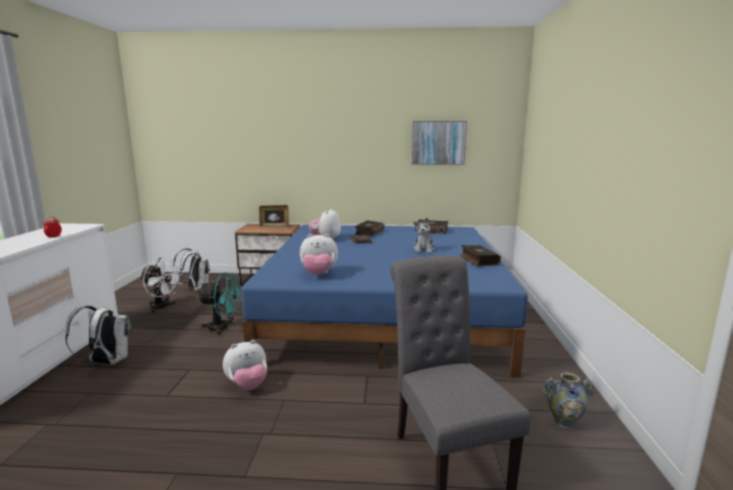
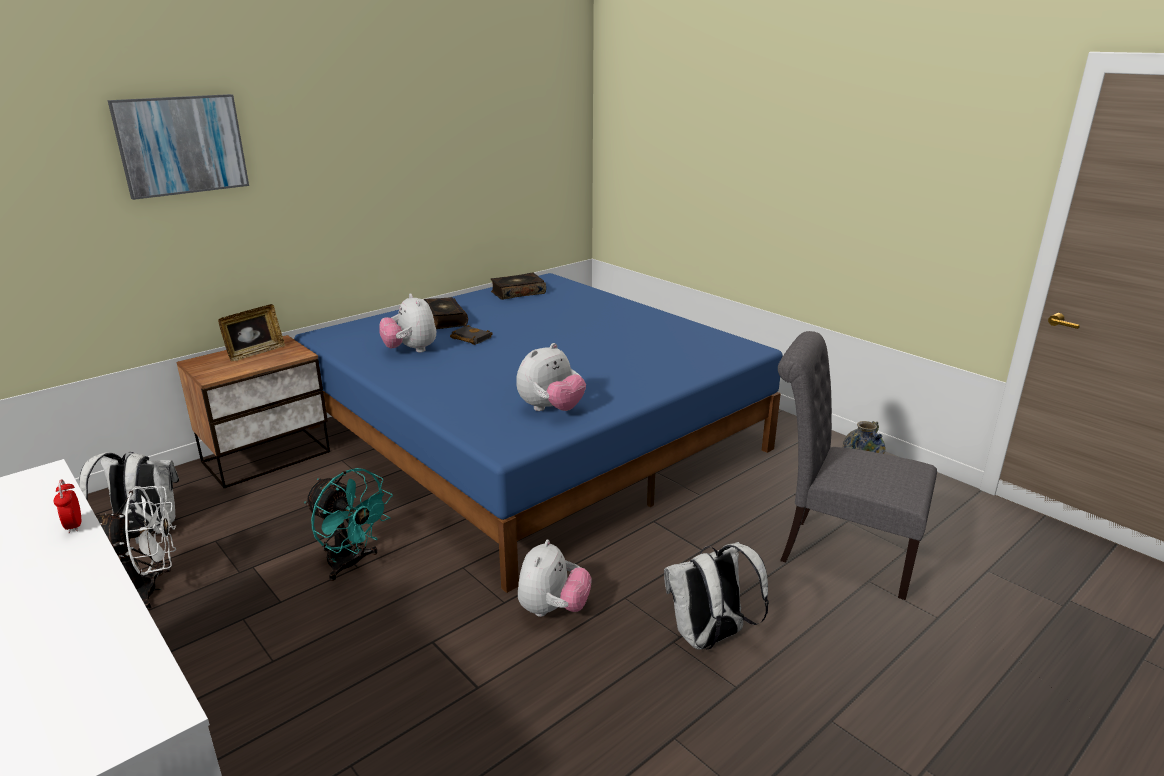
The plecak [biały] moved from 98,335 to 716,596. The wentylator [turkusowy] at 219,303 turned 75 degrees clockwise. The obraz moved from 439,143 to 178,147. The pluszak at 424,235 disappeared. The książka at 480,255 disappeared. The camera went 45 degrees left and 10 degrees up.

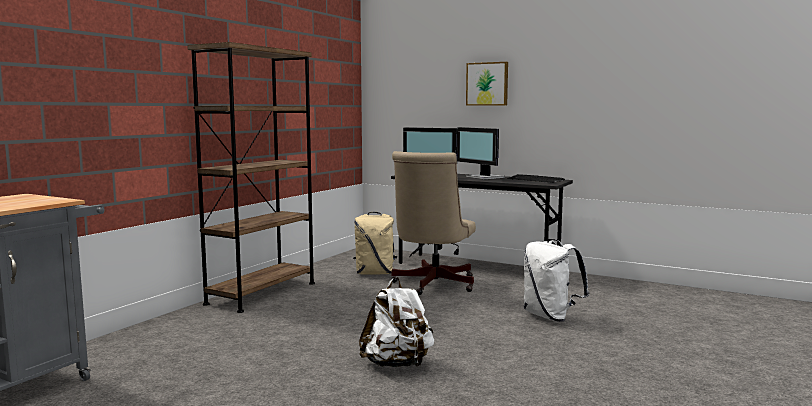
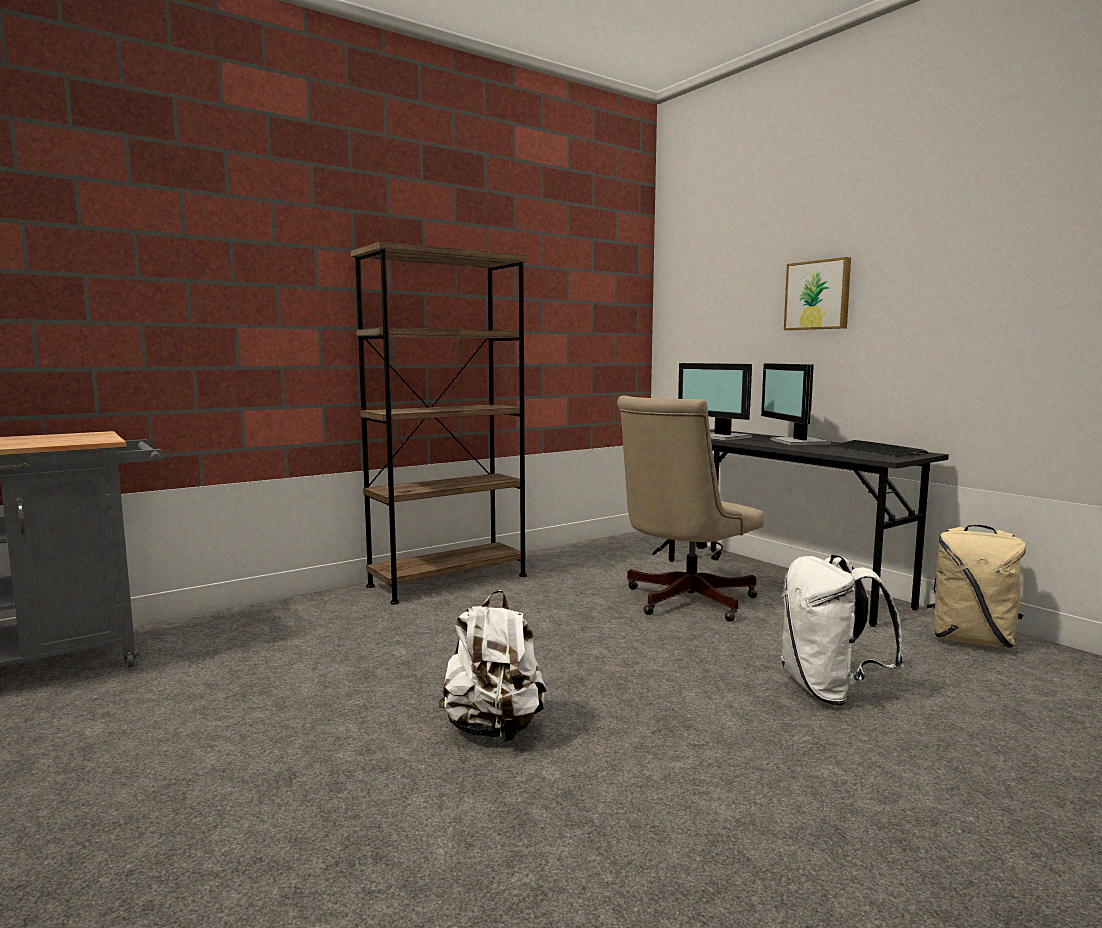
The plecak [beżowy] moved from 375,243 to 976,586. The camera went 25 degrees right and 0 degrees up.

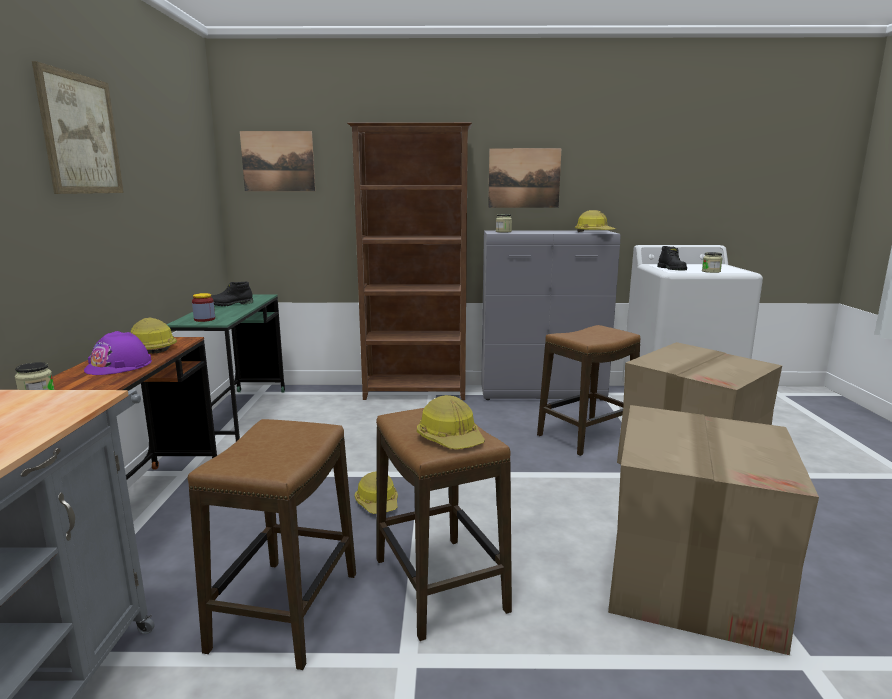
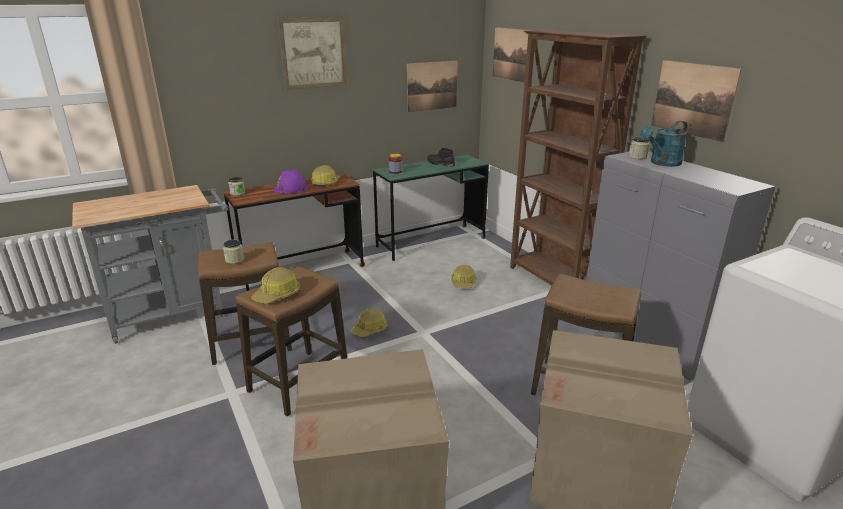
The kask moved from 595,221 to 464,277. The but z cholewką [czarny] at 672,258 disappeared. The słoik moved from 712,262 to 233,251. The obraz at 432,86 appeared. The konewka [turkusowy] at 663,144 appeared. The camera went 60 degrees right and 10 degrees up.

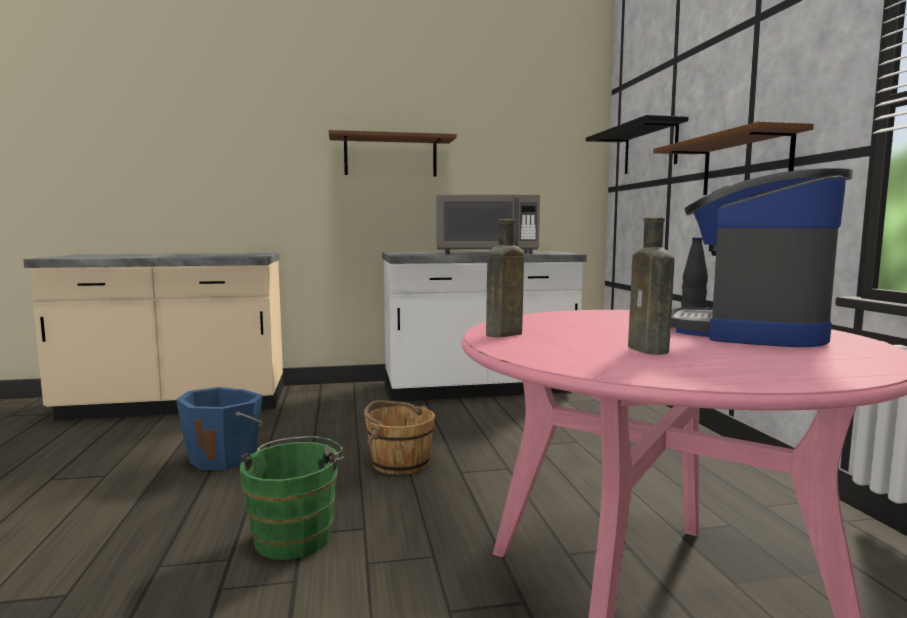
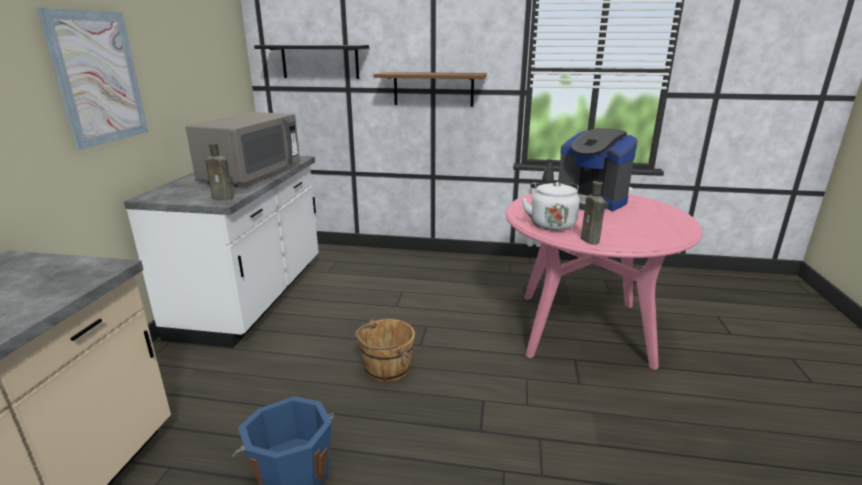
The wiadro [zielony] at 292,498 disappeared. The półka [brązowy] at 393,153 was replaced by the obraz at 92,79. The butelka [brązowy] moved from 651,286 to 219,171. The czajnik [biały] at 551,206 appeared. The camera went 70 degrees left and 15 degrees up.

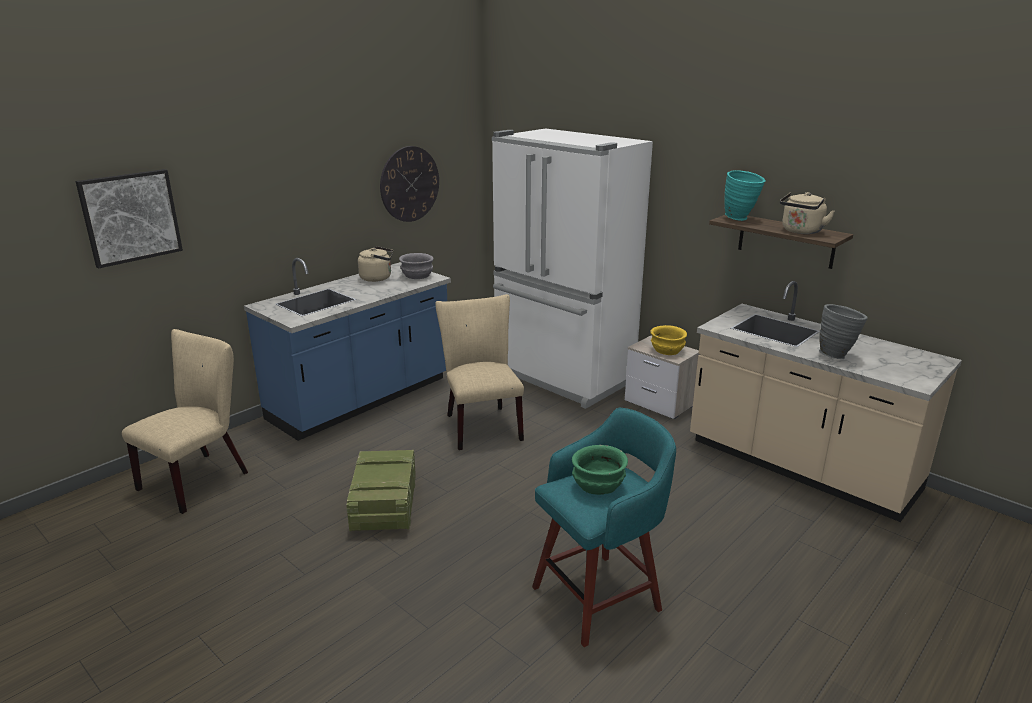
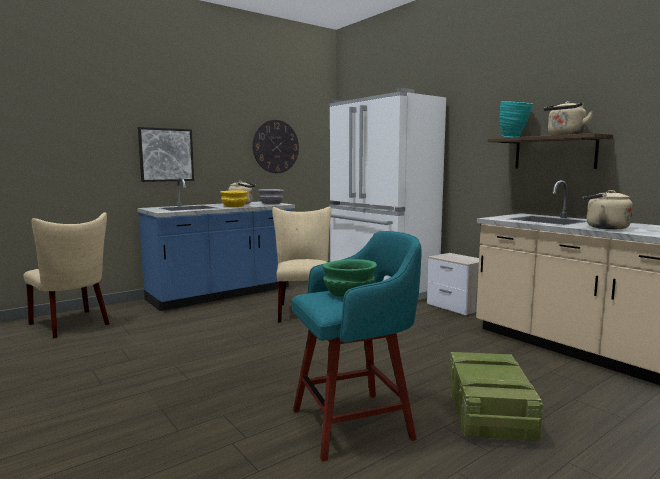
The obraz moved from 129,219 to 166,154. The krzesło [beżowy] at 185,421 turned 90 degrees clockwise. The skrzynka moved from 381,490 to 496,396. The miska [żółty] moved from 668,340 to 234,198. The wazon [szary] at 843,331 was replaced by the czajnik [beżowy] at 607,209. The camera went 10 degrees right and 15 degrees down.

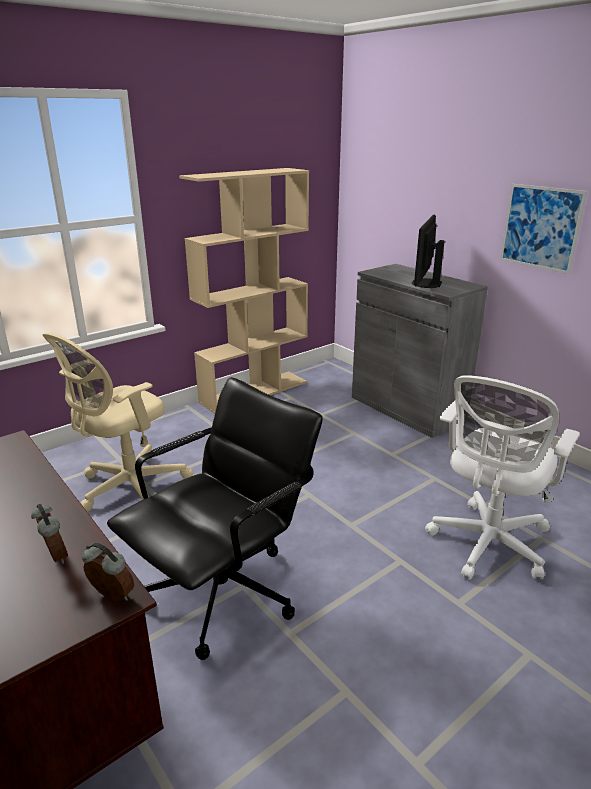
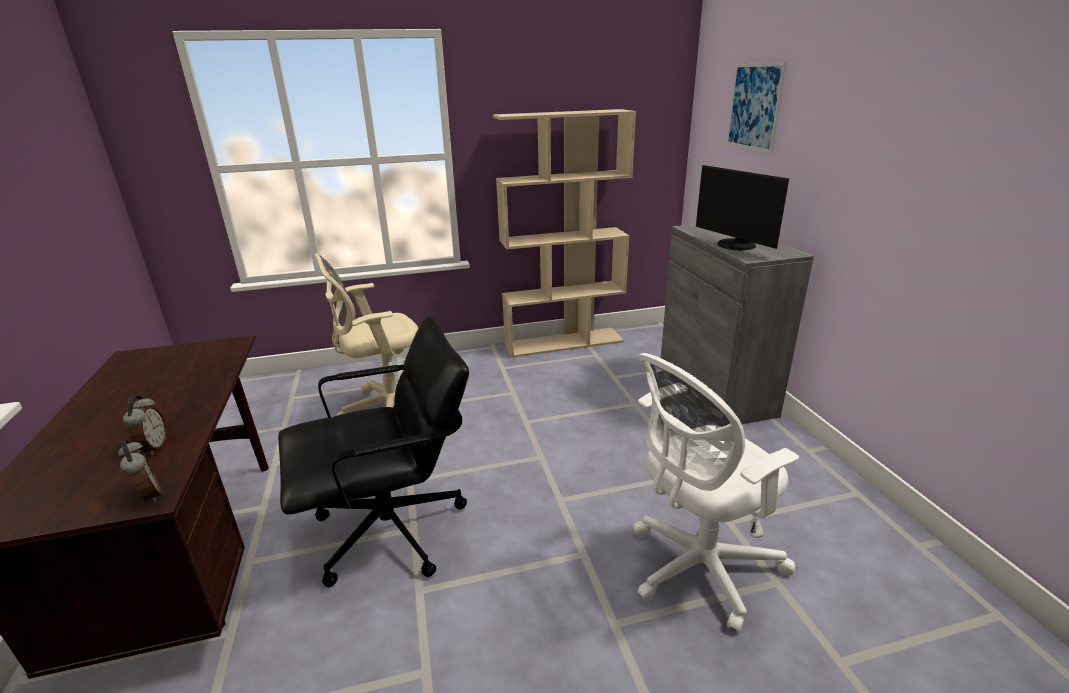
The monitor at 428,251 turned 75 degrees counterclockwise. The obraz moved from 543,229 to 756,108. The camera went 25 degrees right and 0 degrees up.

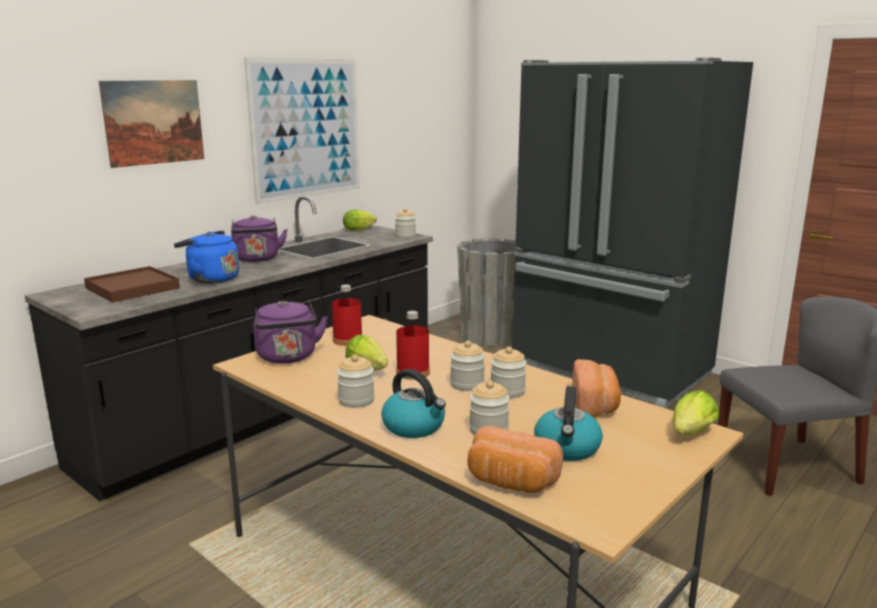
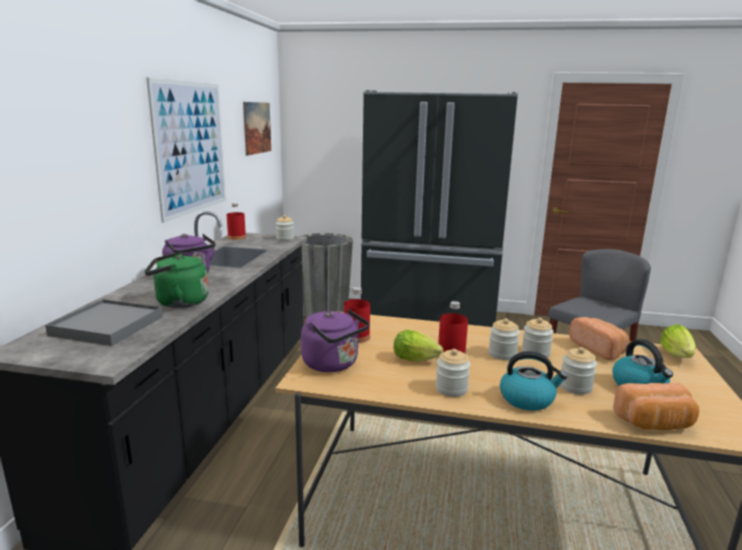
The taca [brązowy] at 132,284 became the taca [szary] at 104,322. The obraz moved from 151,124 to 257,129. The czajnik [niebieski] at 206,257 became the czajnik [zielony] at 176,280. The sałata at 360,220 was replaced by the butelka [czerwony] at 236,221. The camera went 30 degrees left and 0 degrees up.

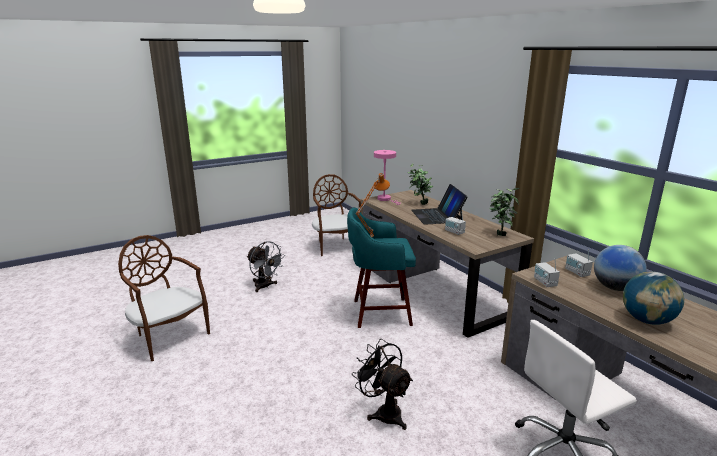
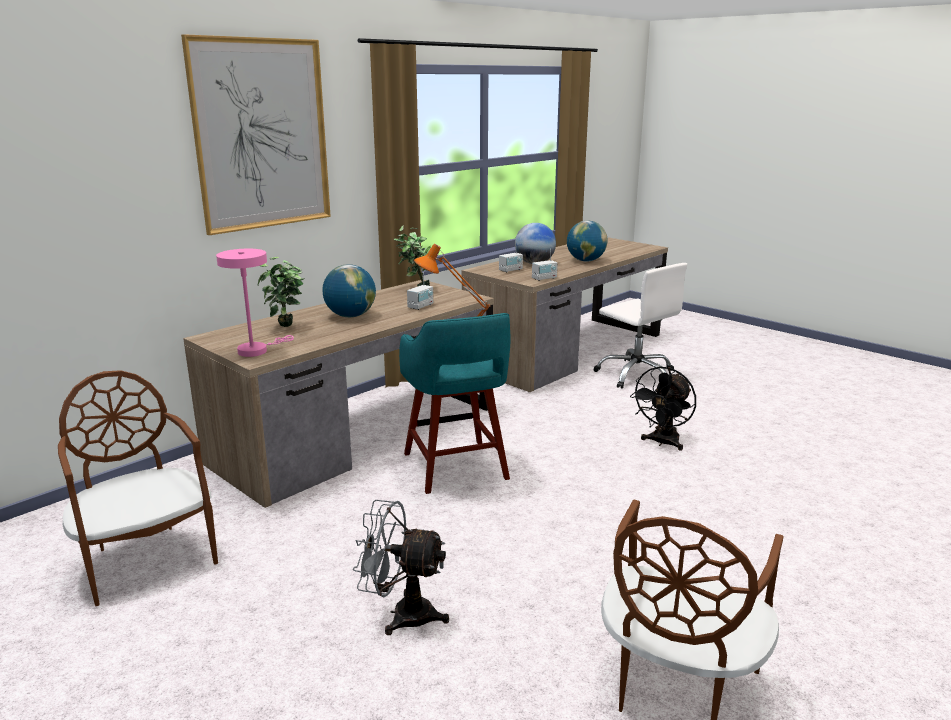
The wentylator [szary] at 265,266 turned 105 degrees counterclockwise. The krzesło [brązowy] at 336,215 turned 90 degrees clockwise. The laptop at 439,204 was replaced by the globus at 349,290. The obraz at 256,134 appeared. The camera went 105 degrees left and 0 degrees up.

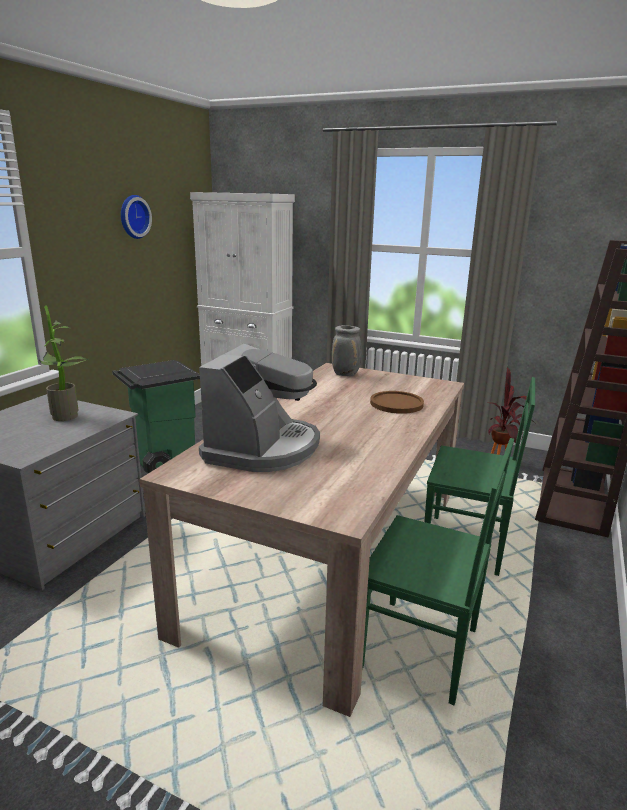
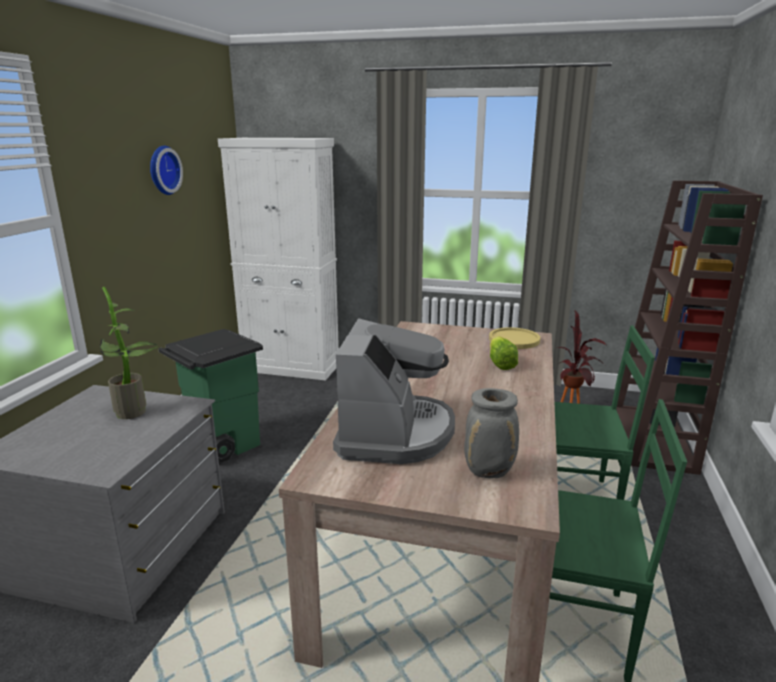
The wazon [szary] moved from 347,350 to 491,433. The talerz [brązowy] at 397,402 was replaced by the sałata at 504,353. The talerz [żółty] at 514,338 appeared. The camera went 10 degrees left and 0 degrees up.

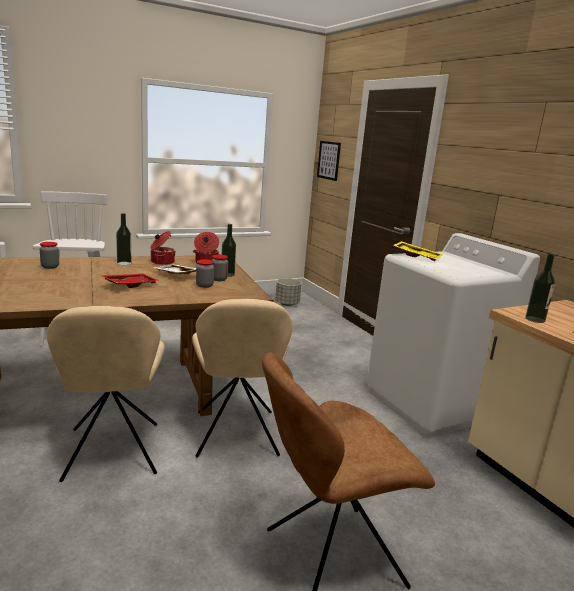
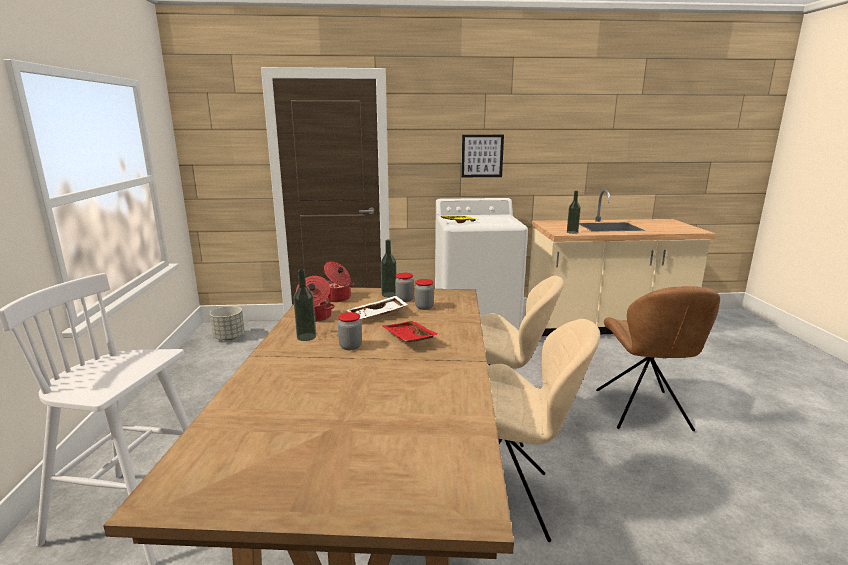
The słoik moved from 49,255 to 350,331. The obraz moved from 329,161 to 482,156. The camera went 65 degrees left and 0 degrees up.

